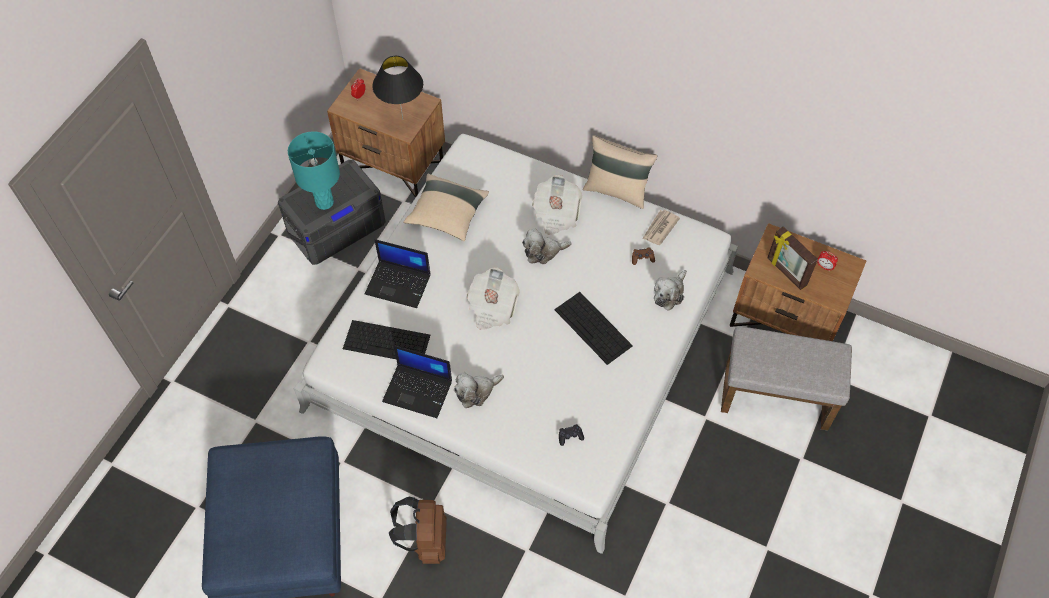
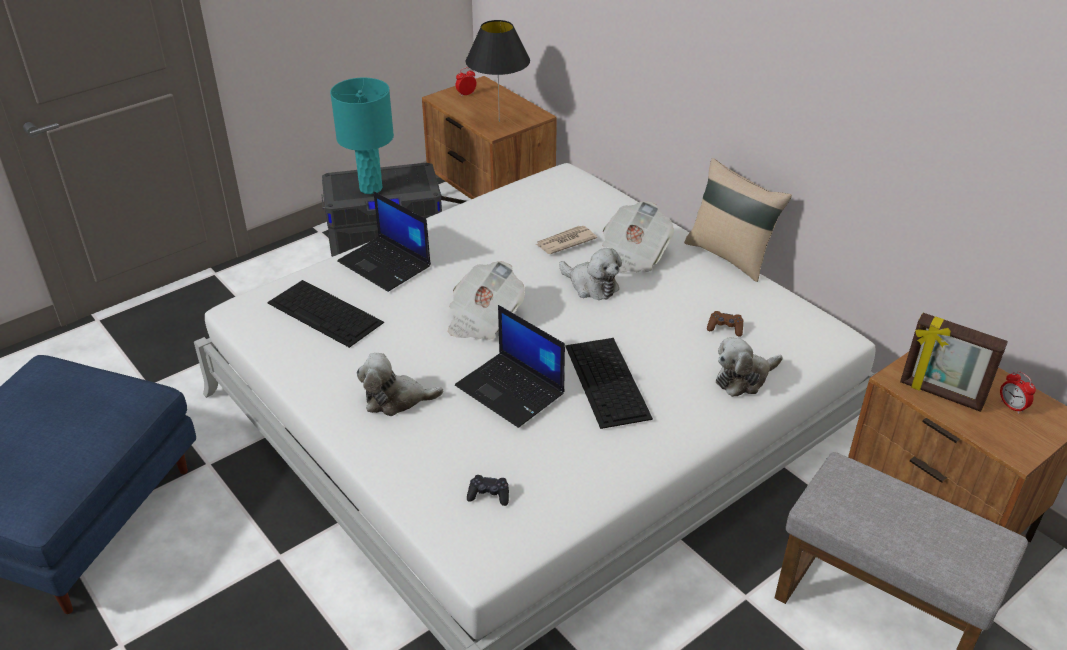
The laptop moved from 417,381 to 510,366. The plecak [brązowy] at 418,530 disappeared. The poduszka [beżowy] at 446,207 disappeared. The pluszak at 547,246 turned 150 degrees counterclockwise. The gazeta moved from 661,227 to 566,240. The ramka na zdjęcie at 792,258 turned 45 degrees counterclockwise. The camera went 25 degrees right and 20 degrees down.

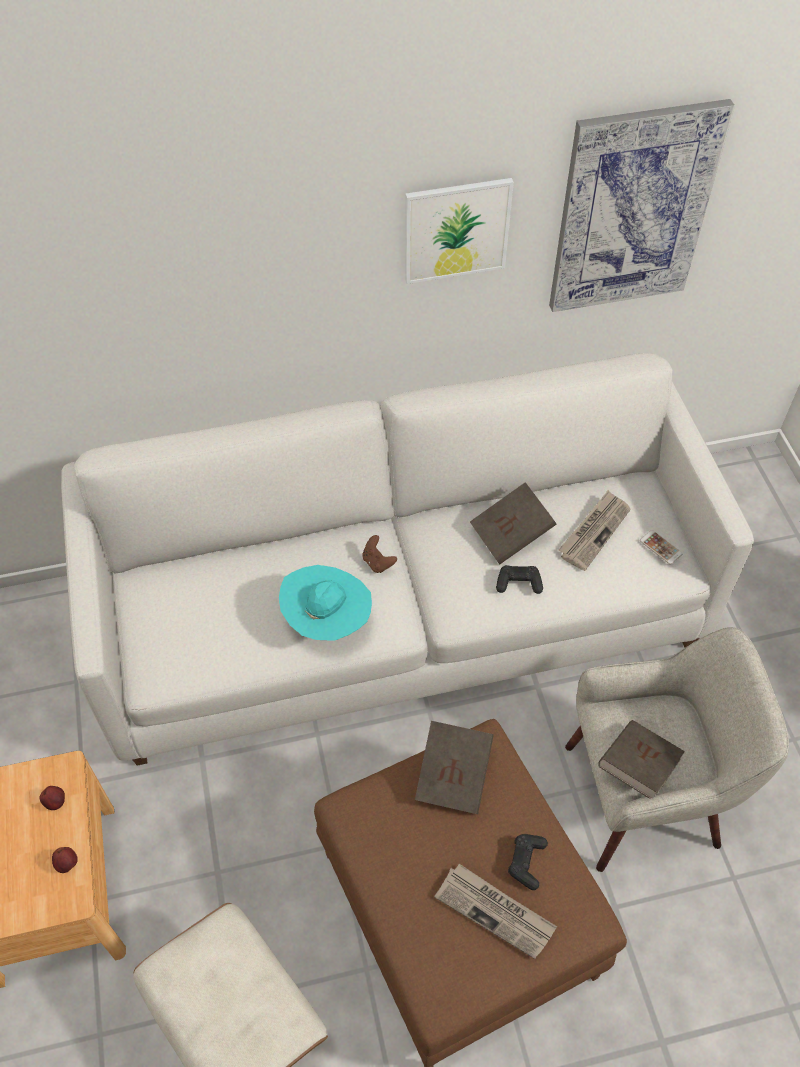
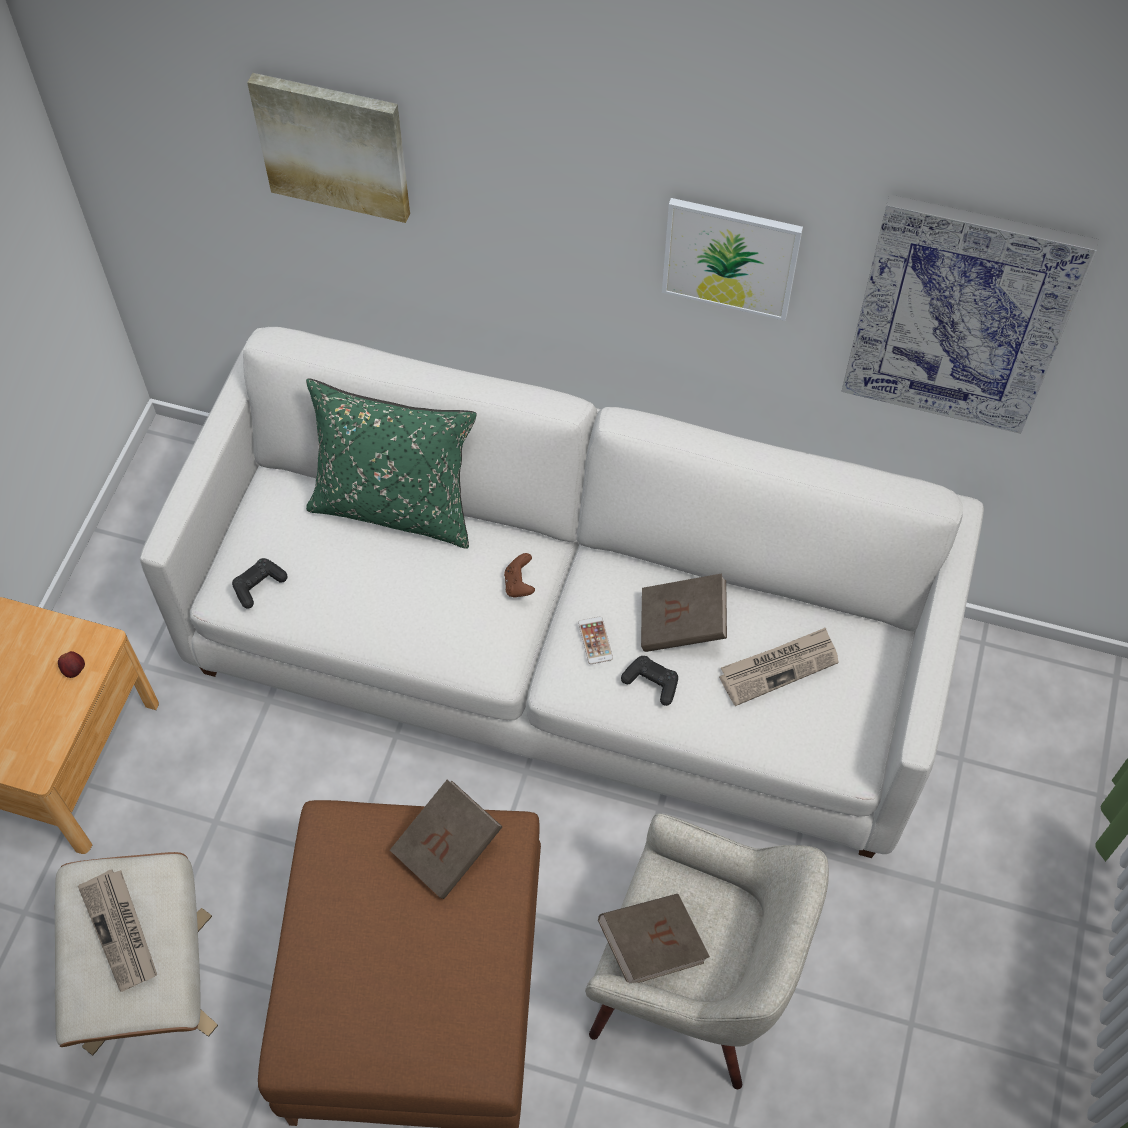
The jabłko at 65,860 disappeared. The kapelusz [turkusowy] at 325,603 disappeared. The gazeta moved from 495,911 to 117,930. The pad do gier [czarny] moved from 528,862 to 260,583. The telefon moved from 661,547 to 595,640. The obraz at 328,148 appeared. The poduszka [zielony] at 391,464 appeared. The camera went 30 degrees right and 5 degrees up.

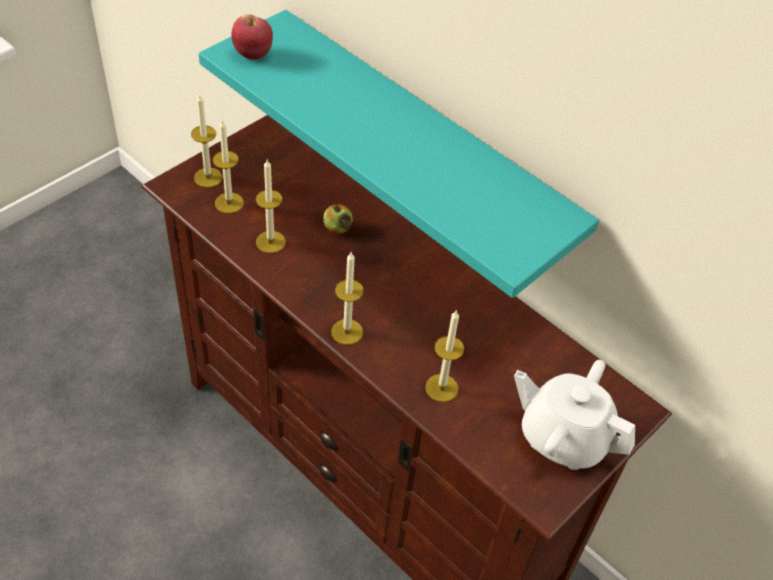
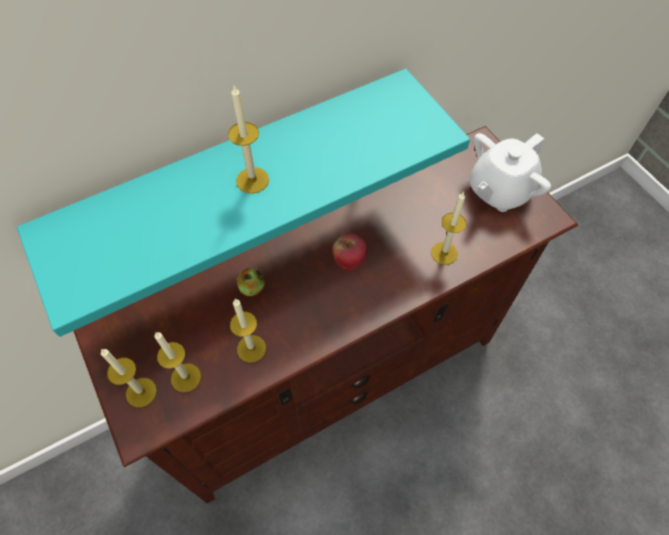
The jabłko moved from 252,37 to 349,251. The świeca moved from 347,298 to 248,140. The camera went 70 degrees left and 10 degrees up.

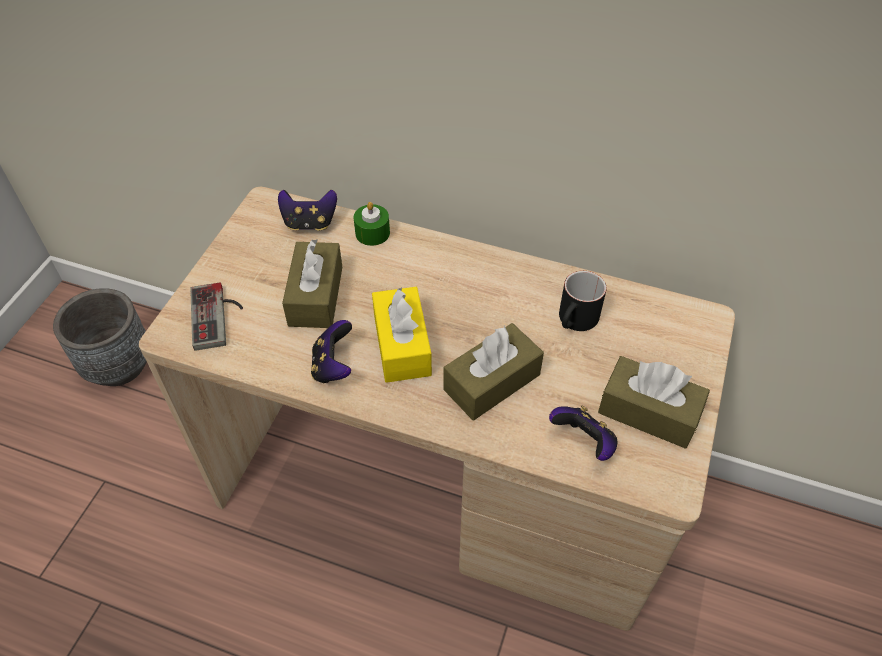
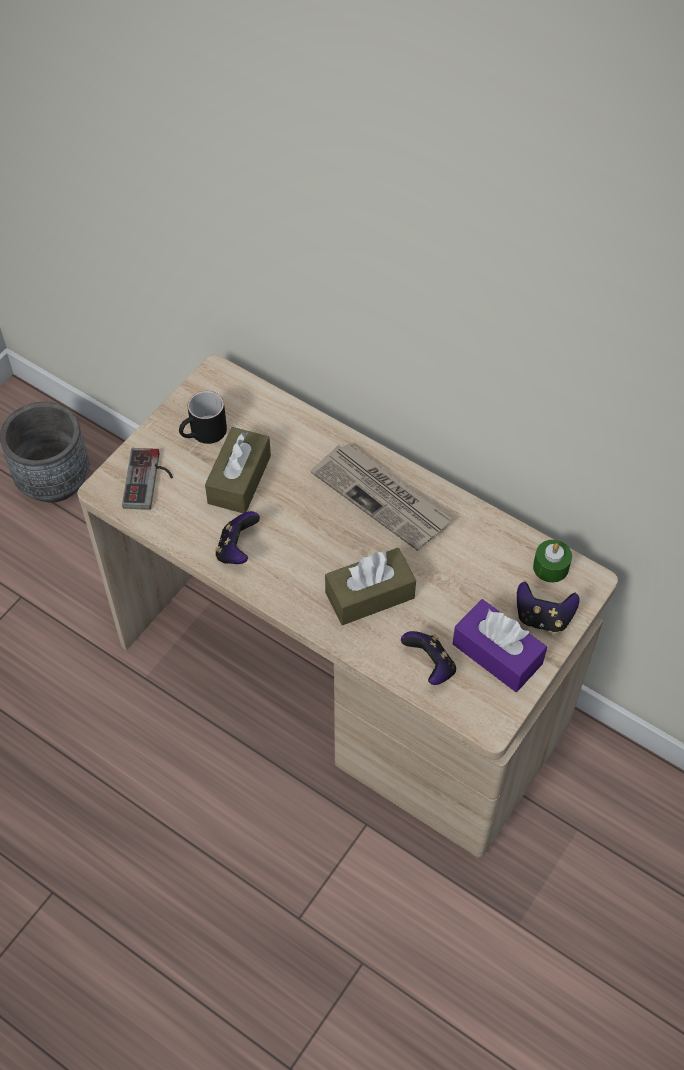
The pad do gier moved from 307,210 to 548,607. The świeca [zielony] moved from 372,224 to 552,561. The pudełko chusteczek [żółty] at 402,335 disappeared. The kubek [czarny] moved from 583,301 to 203,417. The pudełko chusteczek [brązowy] at 654,402 became the pudełko chusteczek [fioletowy] at 499,645. The gazeta at 381,497 appeared. The camera went 15 degrees right and 5 degrees up.

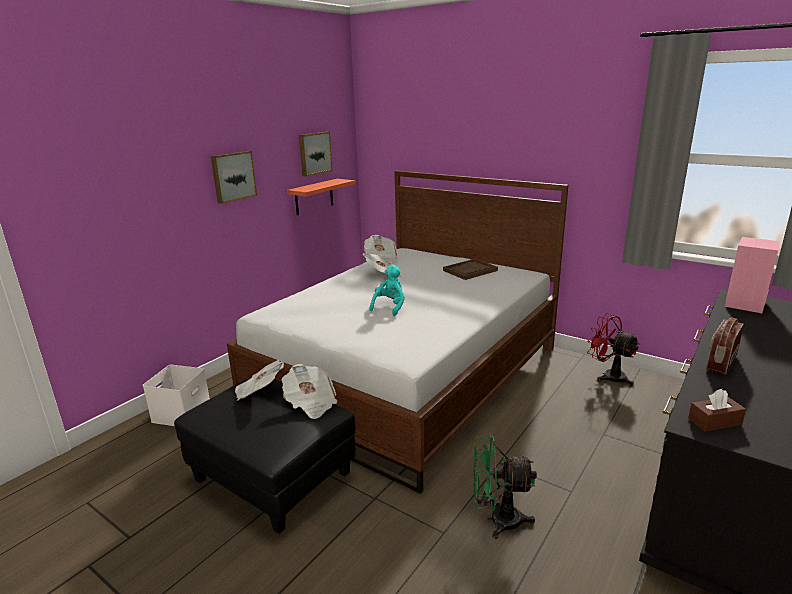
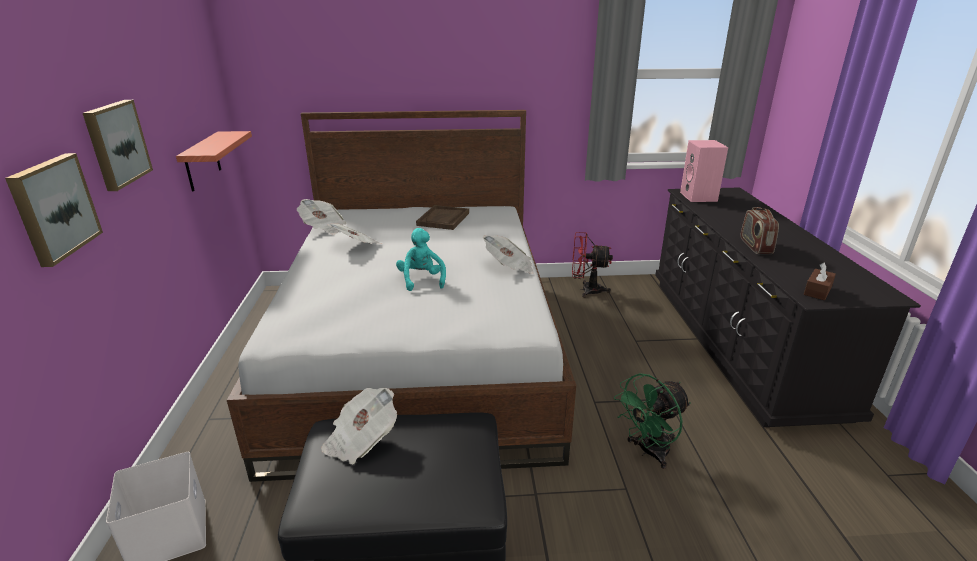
The gazeta moved from 310,391 to 508,254. The obraz moved from 316,154 to 54,210. The camera went 40 degrees left and 5 degrees up.

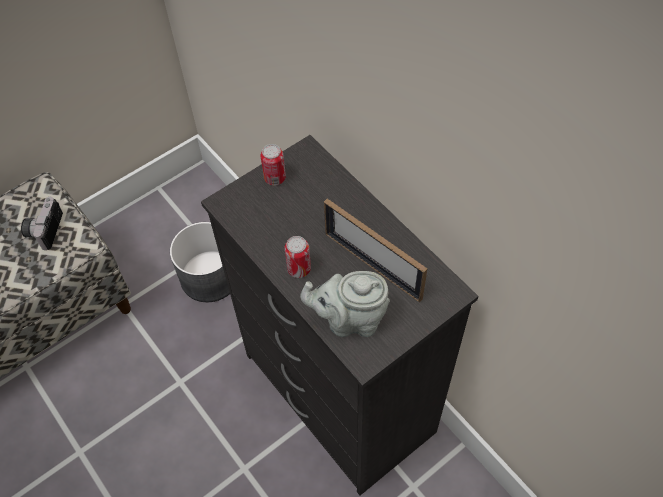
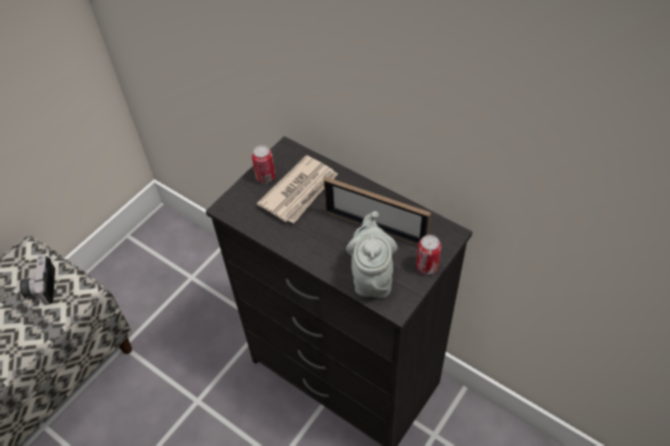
The donica [szary] at 200,262 disappeared. The puszka moved from 297,257 to 428,255. The imbryk [szary] at 345,304 turned 105 degrees clockwise. The gazeta at 297,189 appeared. The camera went 15 degrees left and 5 degrees down.

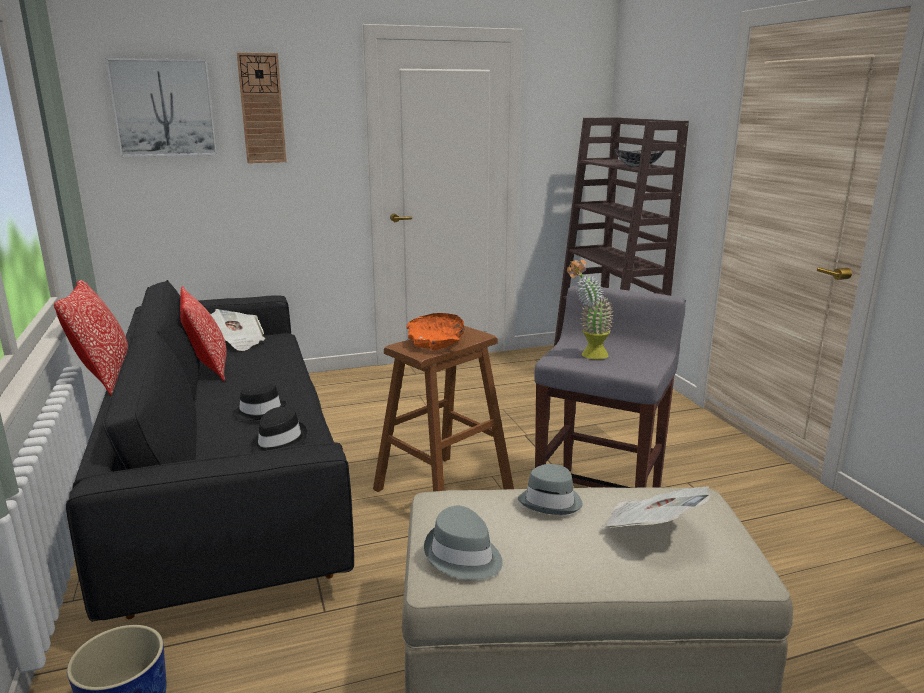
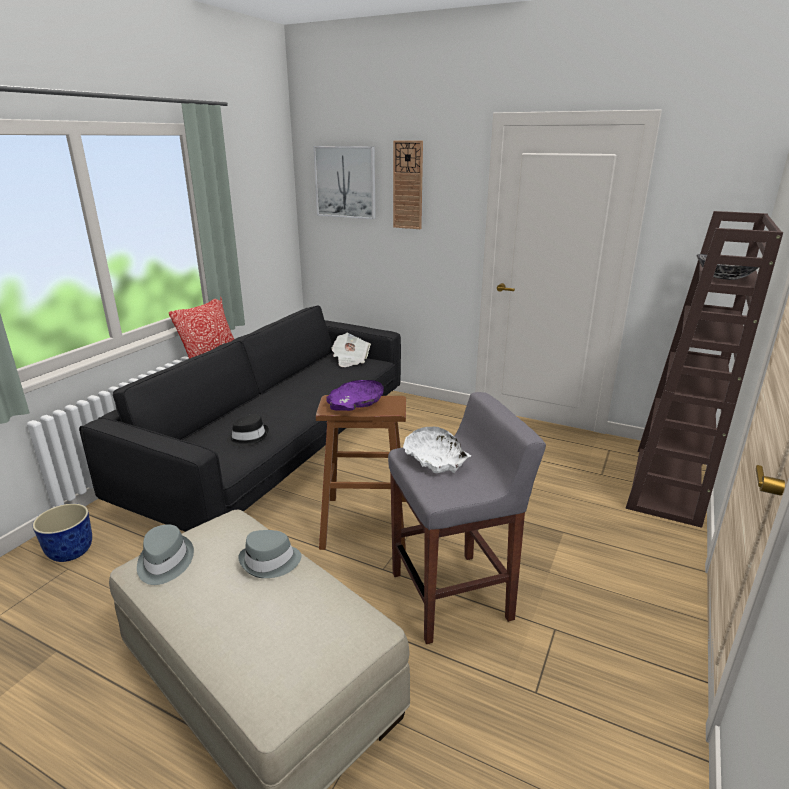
The poduszka at 203,334 disappeared. The kapelusz [czarny] at 259,402 disappeared. The miska [pomarańczowy] at 435,332 became the miska [fioletowy] at 355,395. The roślina doniczkowa at 590,309 was replaced by the miska [biały] at 437,450. The gazeta at 656,507 disappeared. The camera went 45 degrees right and 5 degrees up.

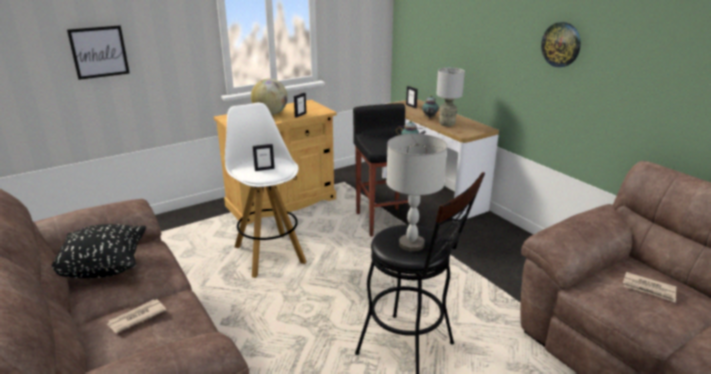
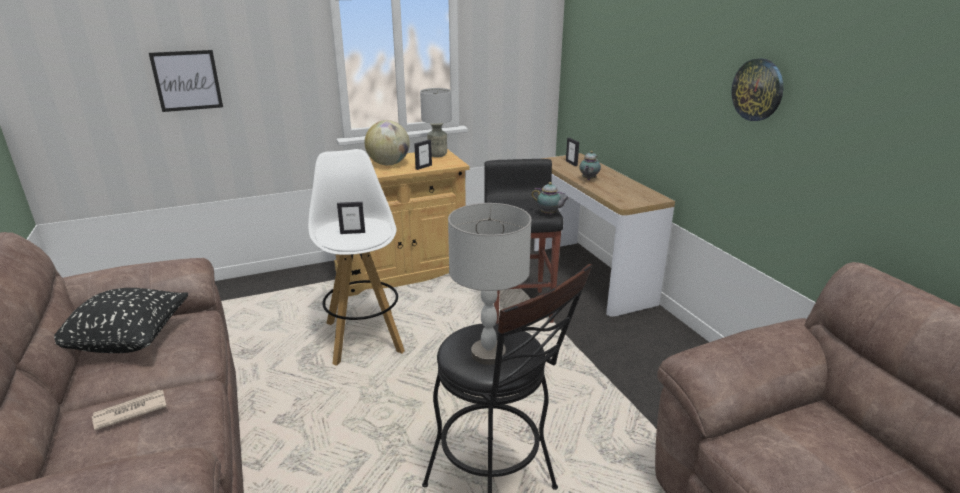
The lampa stołowa [szary] moved from 450,97 to 436,122. The gazeta at 650,287 disappeared. The camera went 10 degrees right and 0 degrees up.

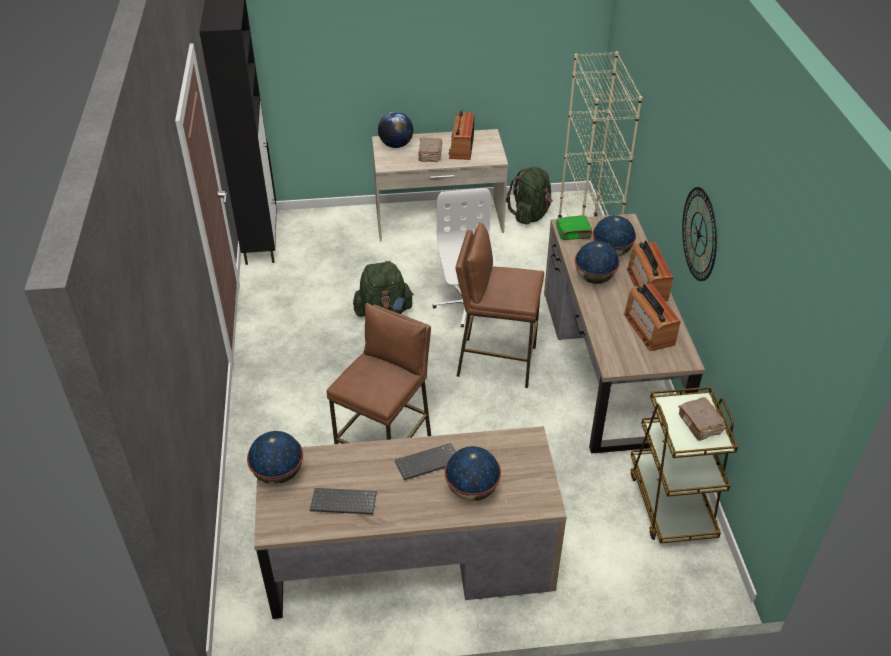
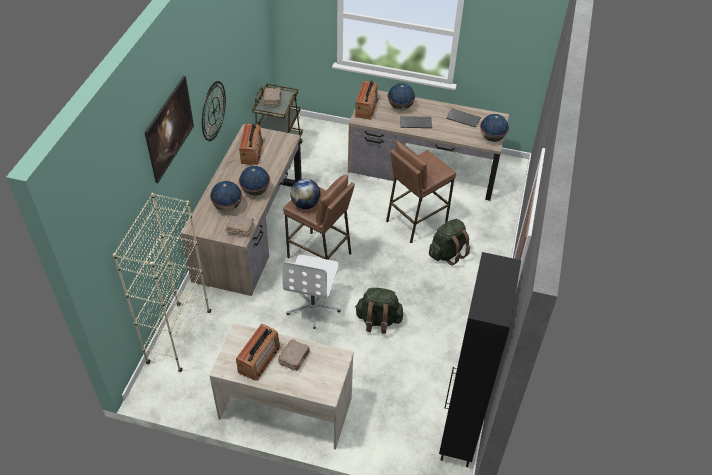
The globus moved from 395,130 to 305,194. The plecak [zielony] moved from 529,195 to 449,242. The książka [zielony] at 574,227 became the książka [brązowy] at 239,226. The radio moved from 650,270 to 366,99. The obraz at 169,129 appeared. The camera went 160 degrees left and 5 degrees up.

